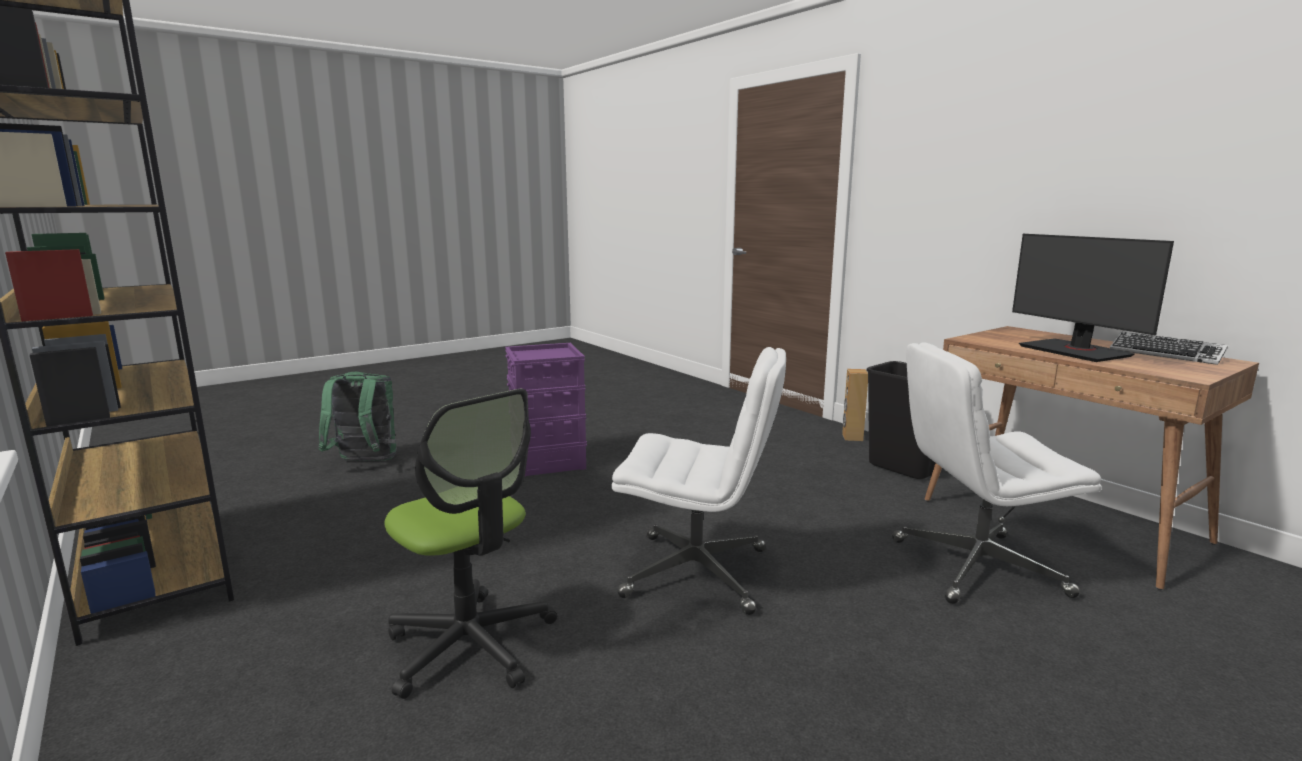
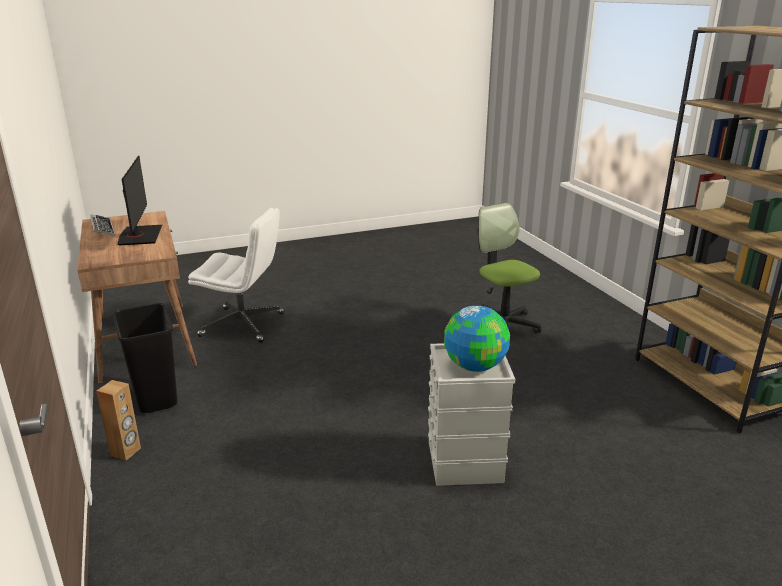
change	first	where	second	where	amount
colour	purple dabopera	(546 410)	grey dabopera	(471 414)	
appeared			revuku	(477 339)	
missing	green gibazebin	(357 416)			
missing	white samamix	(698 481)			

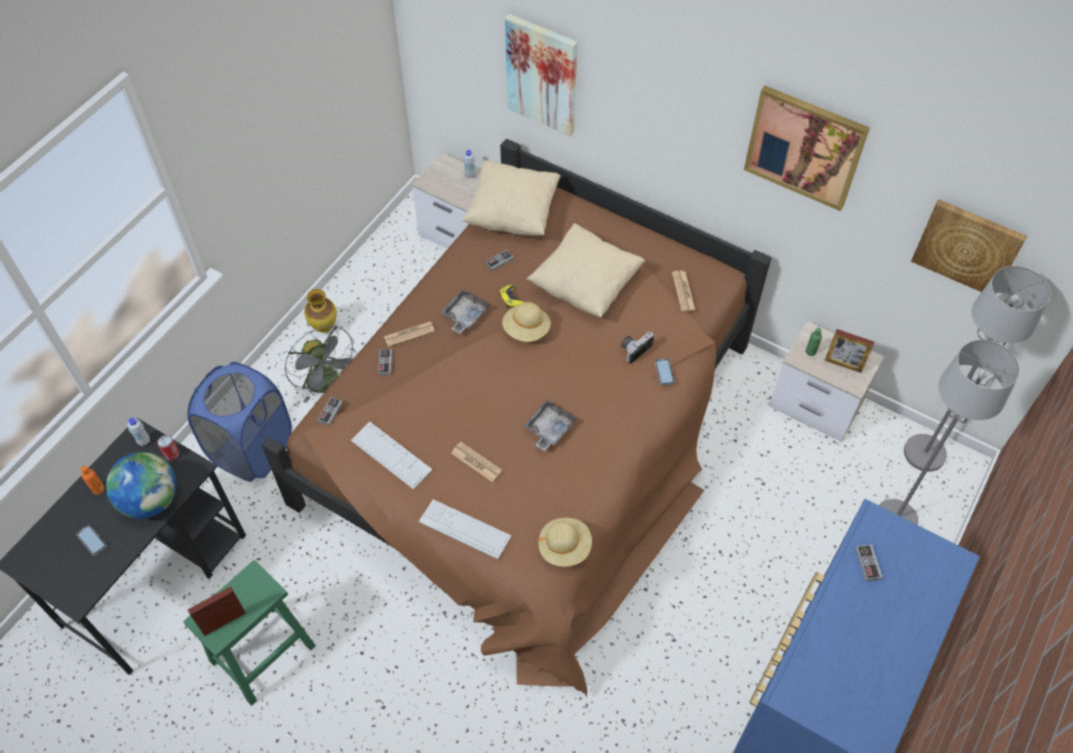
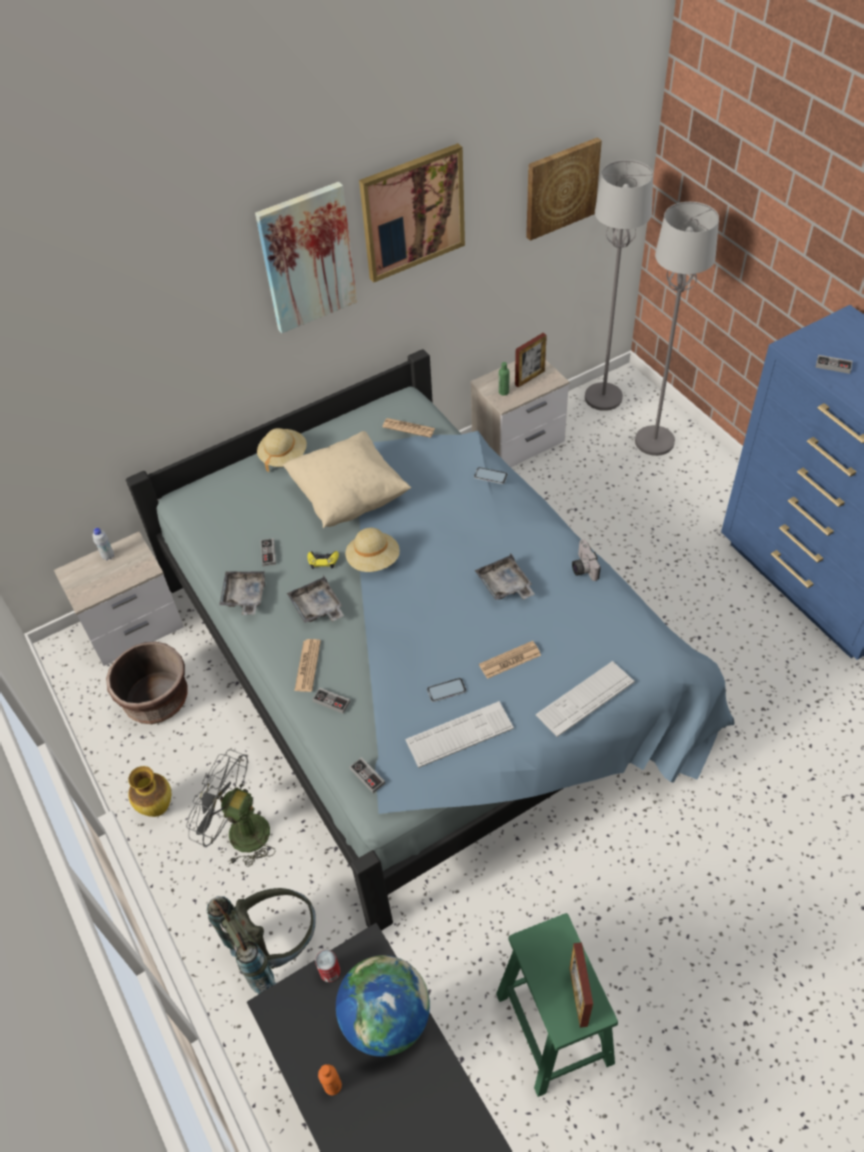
change	first	where	second	where	amount
appeared			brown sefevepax	(147 683)	
colour	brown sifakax	(516 418)	blue sifakax	(430 640)	
spun	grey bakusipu	(320 364)		(230 808)	150 degrees counterclockwise
exchanged	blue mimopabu	(240 422)	grey gibazebin	(261 941)	
appeared			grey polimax	(242 593)	
relocated	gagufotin	(541 75)		(306 257)	
relocated	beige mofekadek	(565 542)		(282 449)	
relocated	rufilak	(91 540)		(446 690)	
relocated	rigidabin	(637 348)		(586 560)	
missing	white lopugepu	(138 432)			
missing	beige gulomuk	(511 198)			

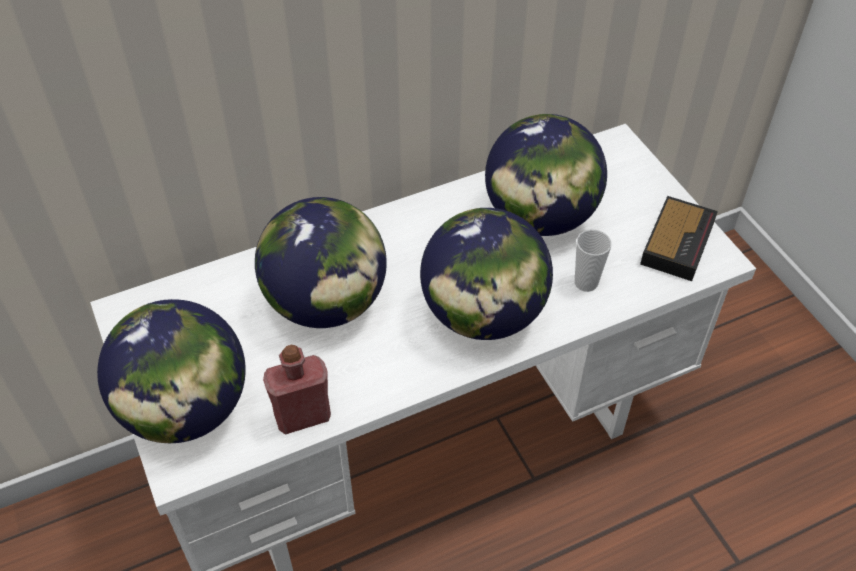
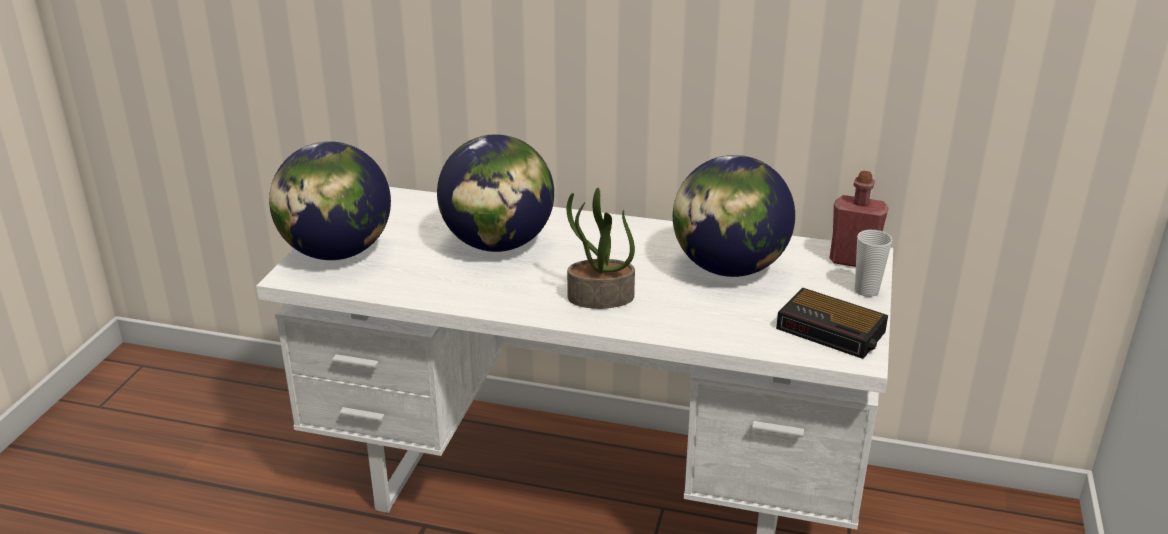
change	first	where	second	where	amount
exchanged	revuku	(486 274)	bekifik	(600 248)	
spun	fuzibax	(679 238)		(832 323)	60 degrees clockwise
relocated	red lopugepu	(297 390)		(859 219)	
relocated	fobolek	(593 260)		(873 263)	

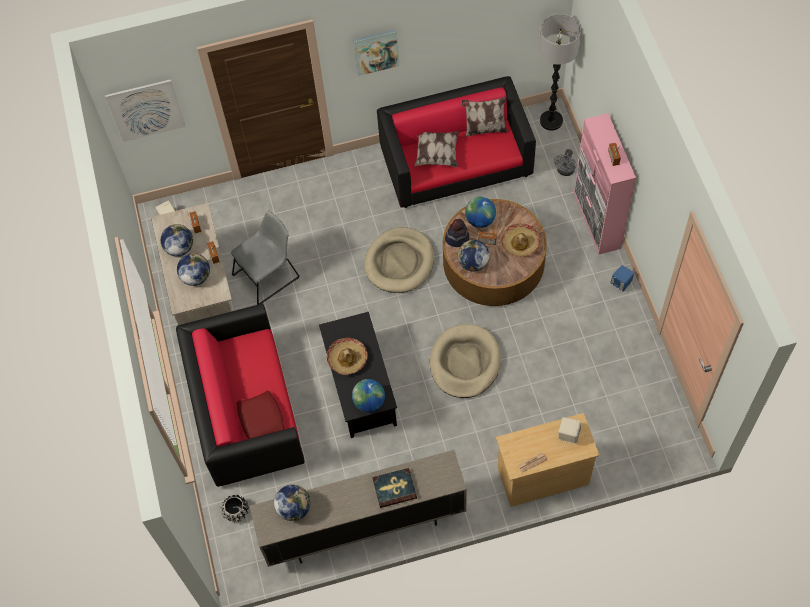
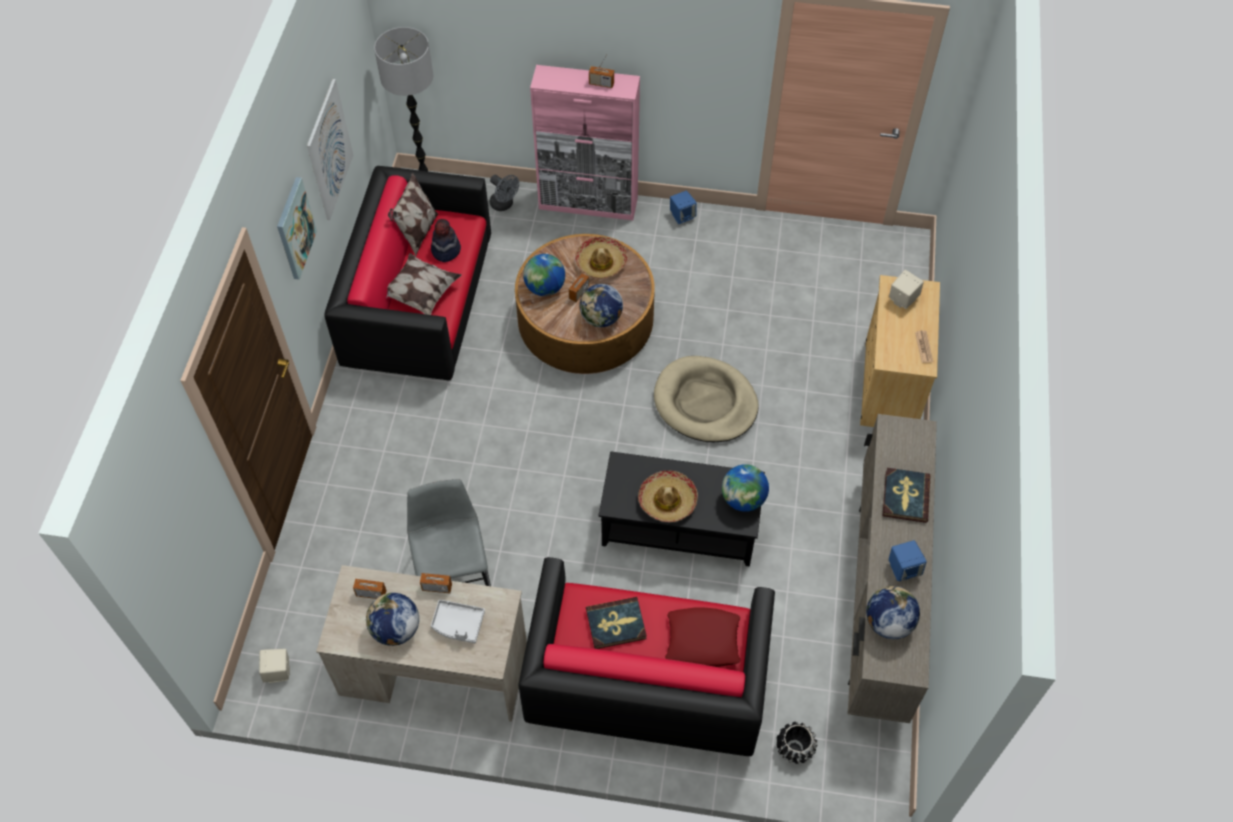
change	first	where	second	where	amount
relocated	gagufotin	(145 110)		(330 149)	
relocated	mofekadek	(457 233)		(446 240)	
exchanged	revuku	(193 269)	grey polimax	(458 621)	
appeared			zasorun	(616 623)	
appeared			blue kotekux	(908 561)	
missing	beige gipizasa	(399 260)			

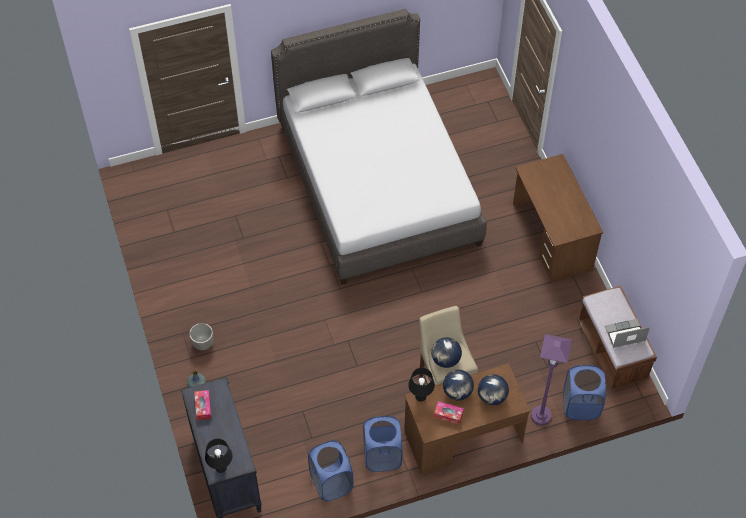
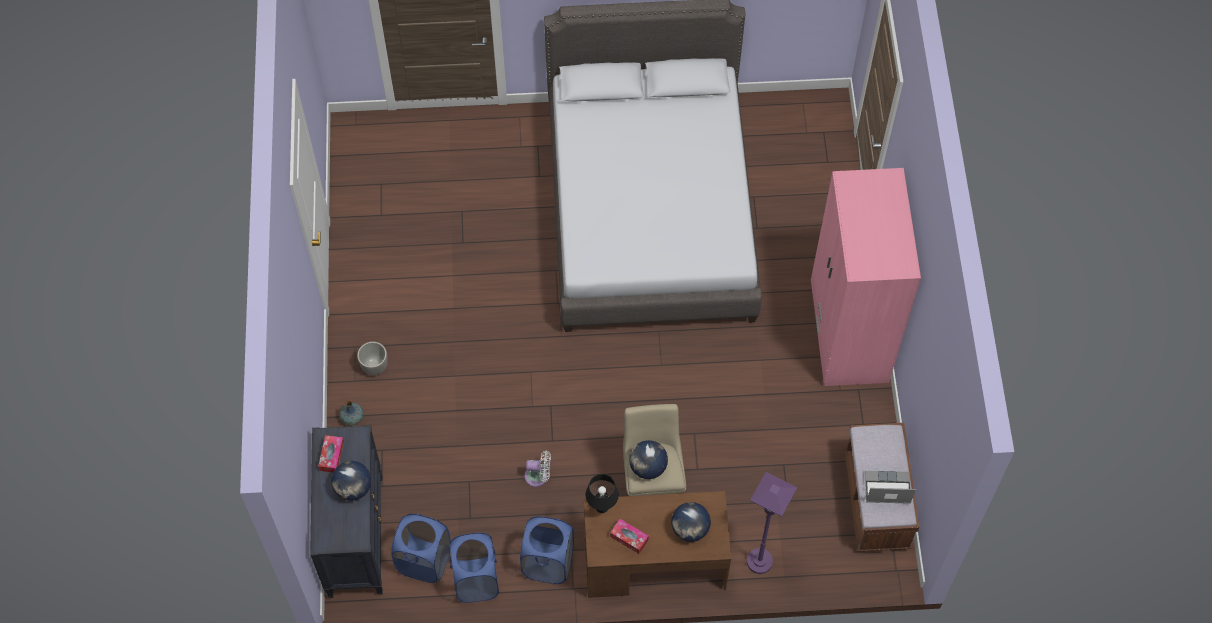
change	first	where	second	where	amount
relocated	revuku	(458 385)		(351 481)	
relocated	blue mimopabu	(584 392)		(421 548)	
appeared			white bakusipu	(537 469)	
exchanged	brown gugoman	(558 218)	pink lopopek	(866 277)	
missing	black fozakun	(219 456)			

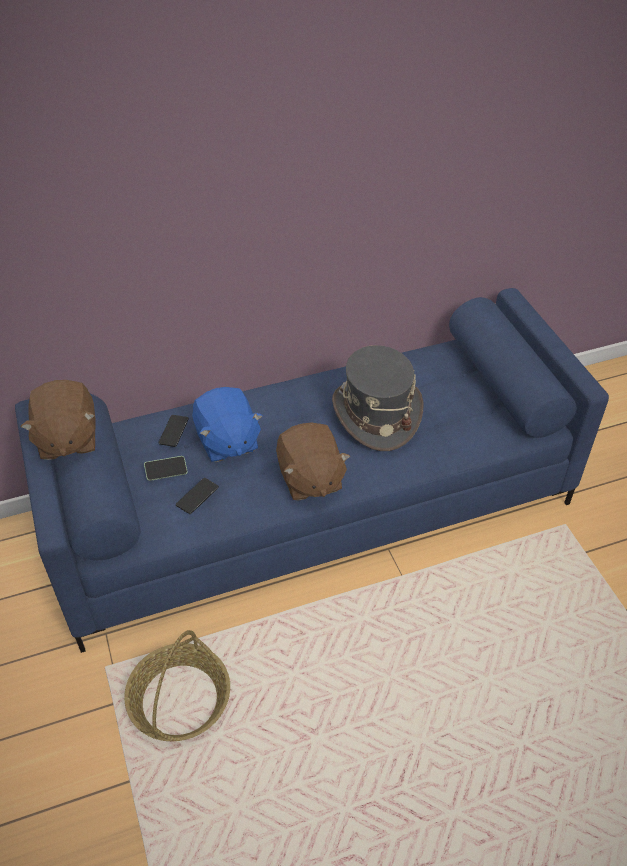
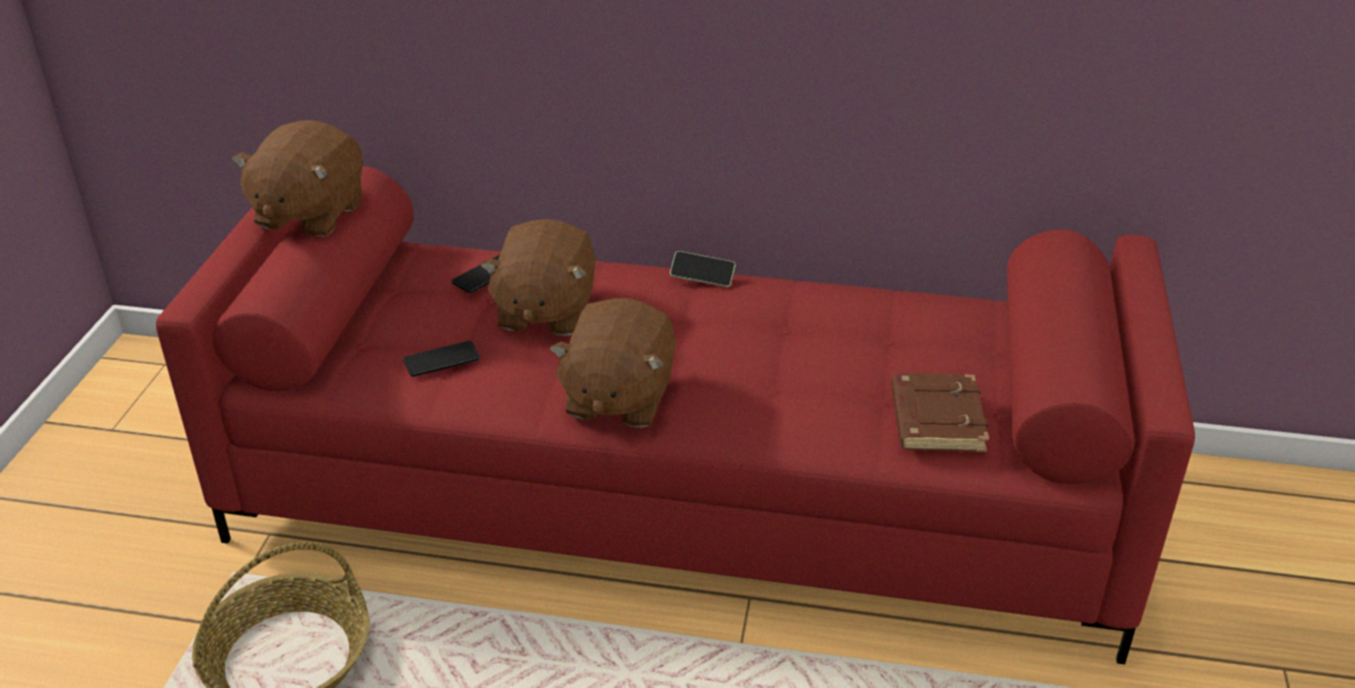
change	first	where	second	where	amount
colour	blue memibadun	(312 470)	red memibadun	(675 415)	
colour	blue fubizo	(227 424)	brown fubizo	(538 277)	
relocated	rufilak	(166 468)		(702 269)	
appeared			brown zasorun	(940 412)	
missing	grey mofekadek	(377 398)			

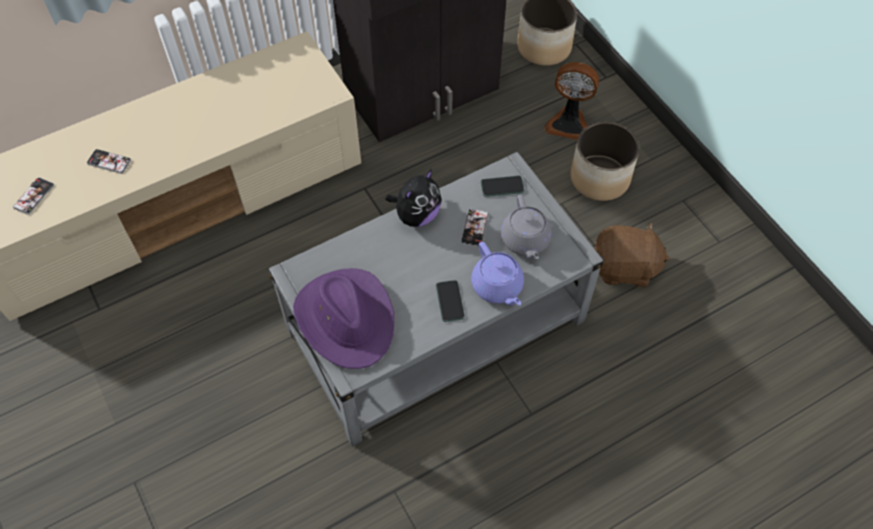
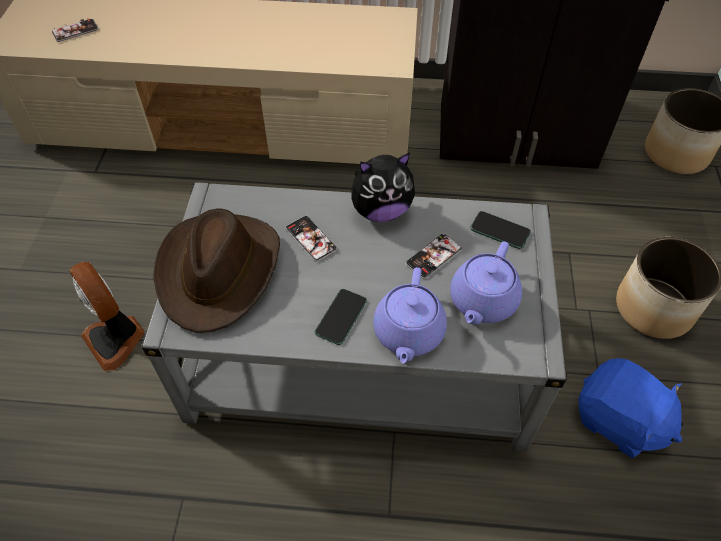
change	first	where	second	where	amount
relocated	bakusipu	(571 101)		(106 316)	
colour	purple mofekadek	(343 318)	brown mofekadek	(216 271)	
relocated	rufilak	(109 161)		(311 239)	
colour	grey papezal	(526 226)	purple papezal	(486 283)	
colour	brown fubizo	(632 254)	blue fubizo	(631 408)	

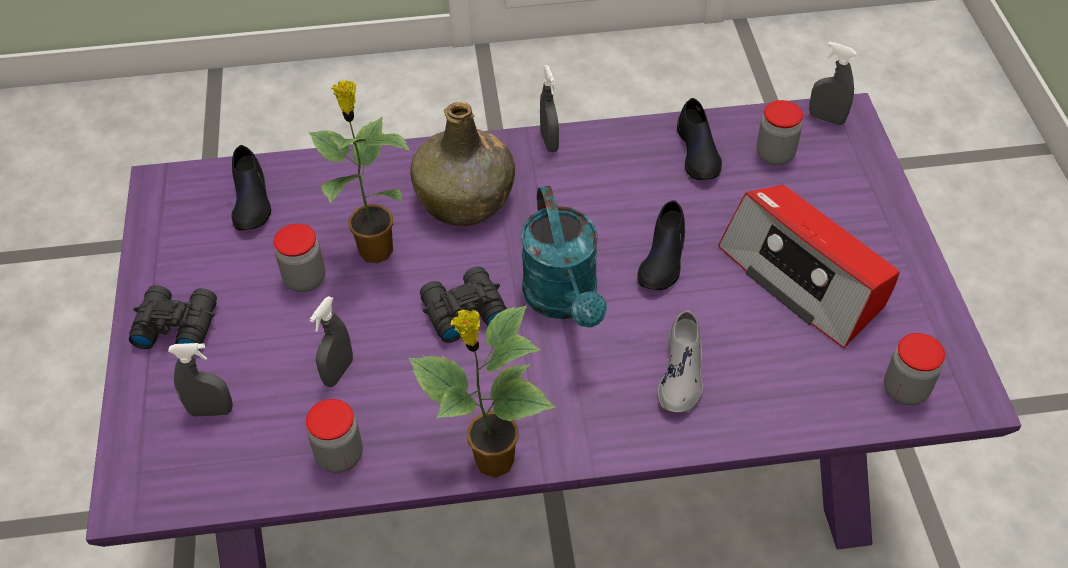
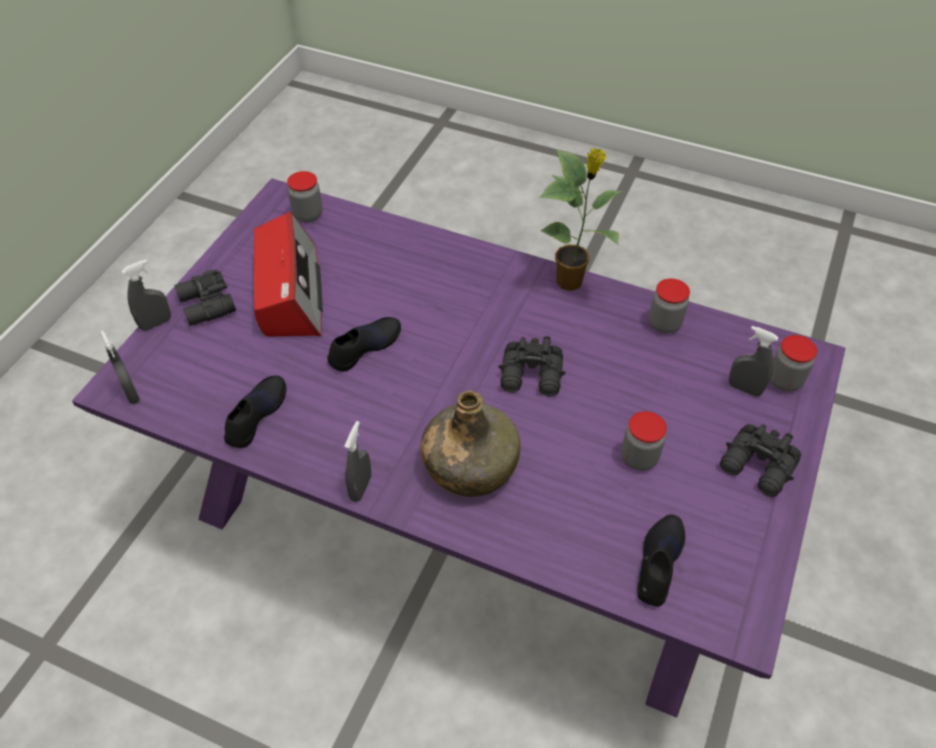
change	first	where	second	where	amount
relocated	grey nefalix	(331 341)		(146 295)	
appeared			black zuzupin	(205 298)	
relocated	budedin	(779 132)		(793 363)	
missing	bekifik	(360 171)			
missing	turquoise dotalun	(564 257)			
missing	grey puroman	(680 361)			

